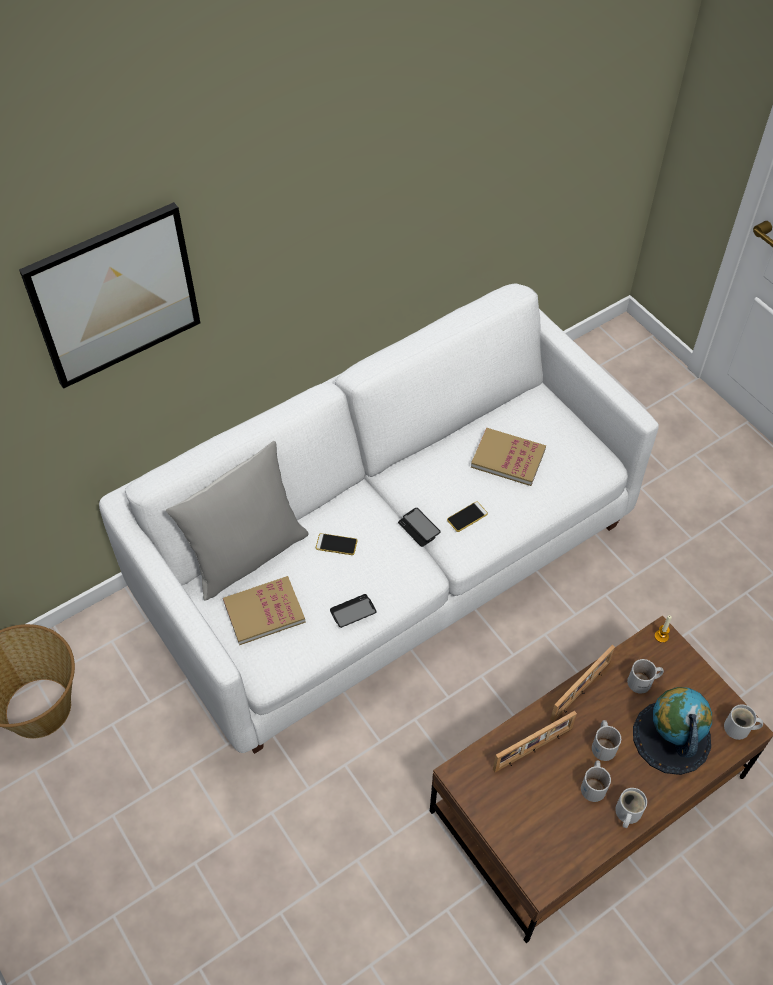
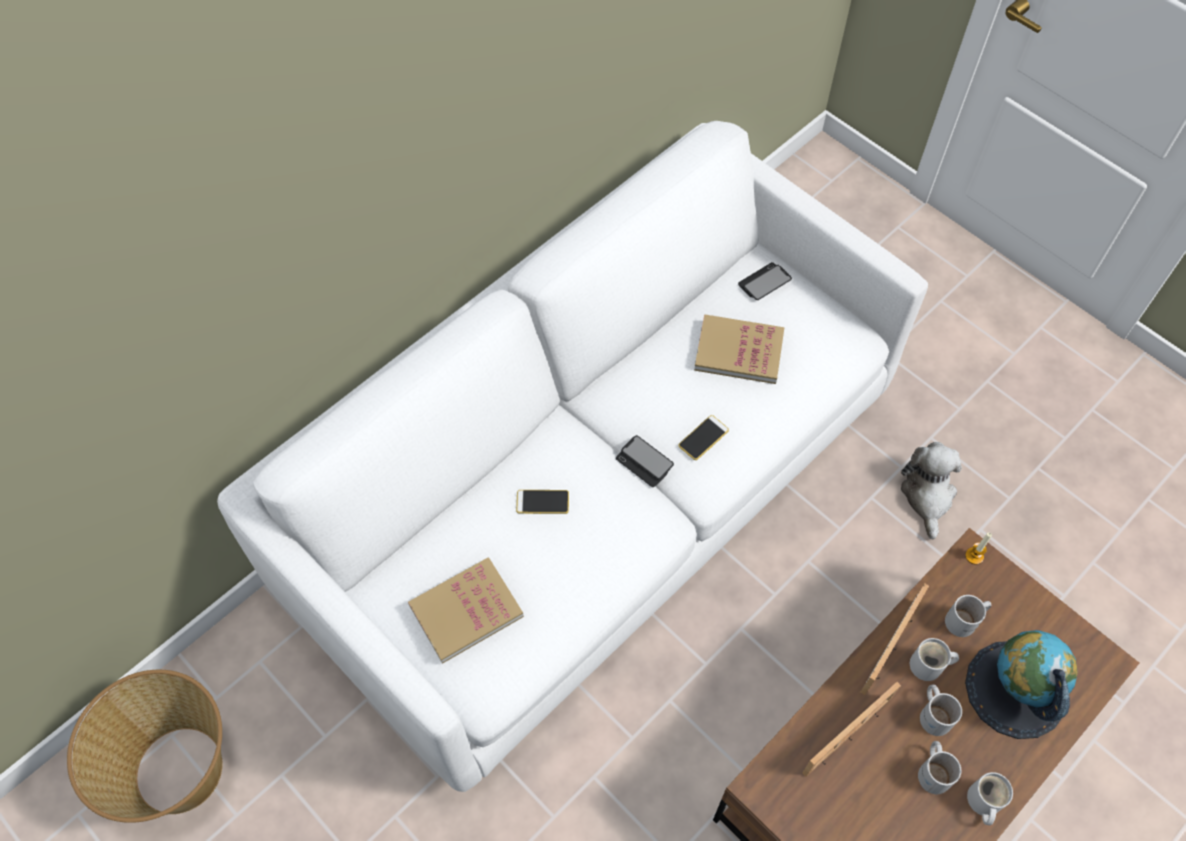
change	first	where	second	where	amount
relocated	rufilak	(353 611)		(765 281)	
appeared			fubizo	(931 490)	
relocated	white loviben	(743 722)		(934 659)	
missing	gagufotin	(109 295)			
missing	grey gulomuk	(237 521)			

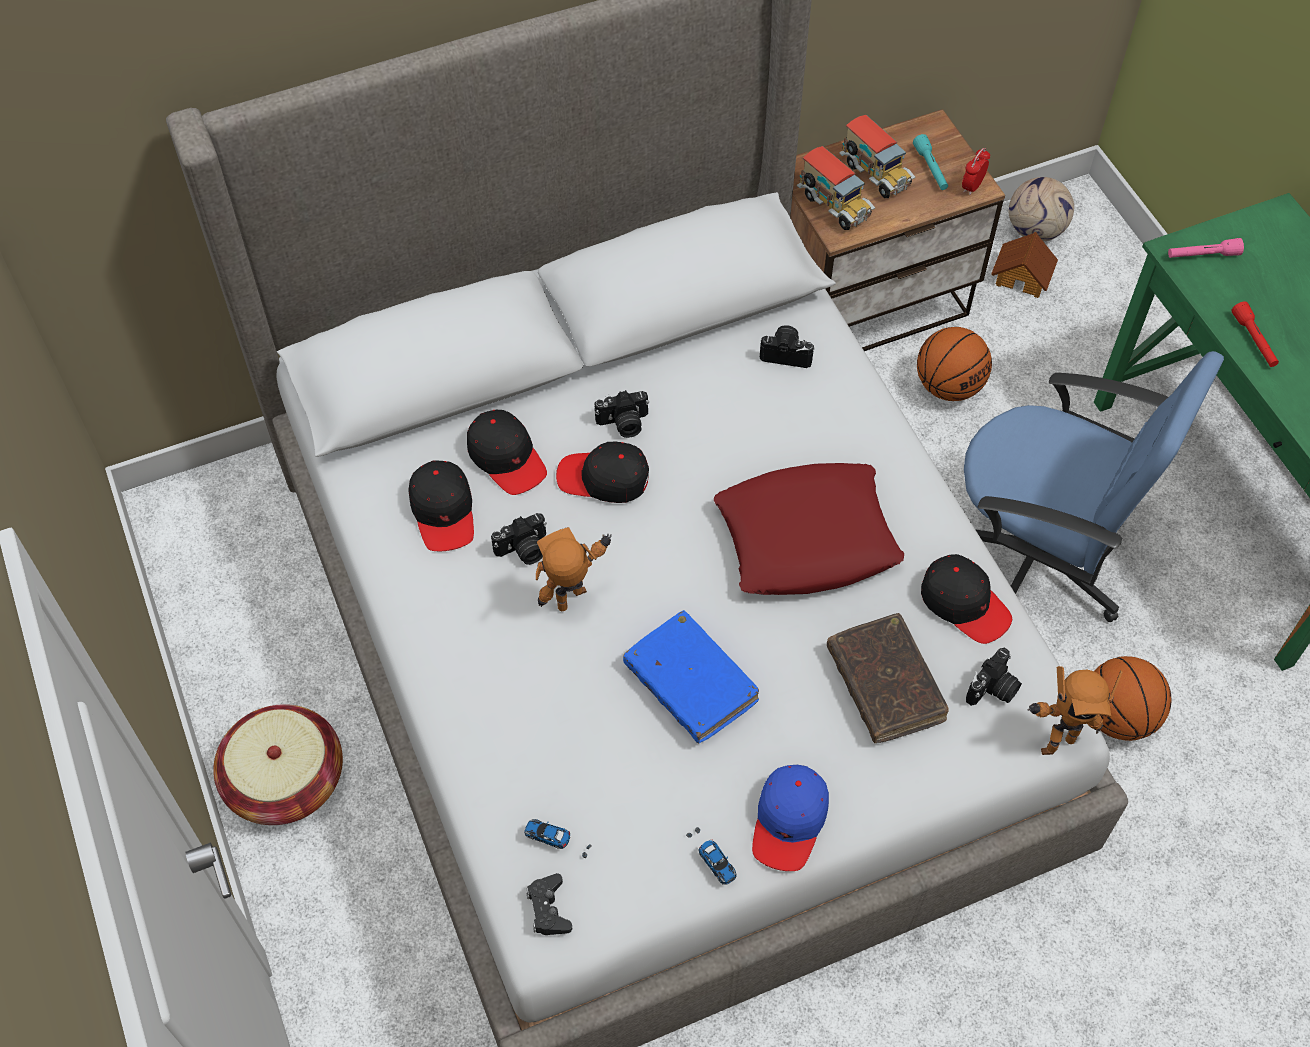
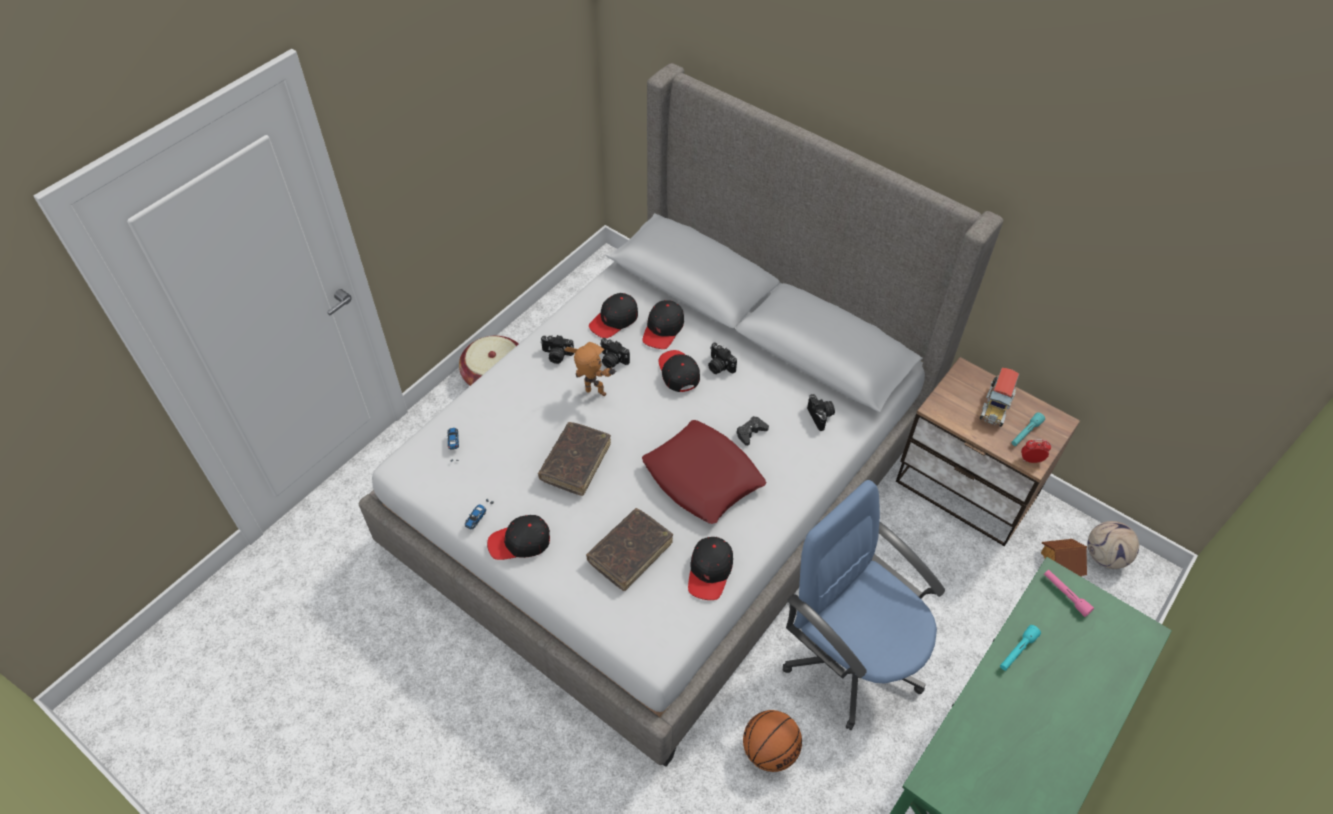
change	first	where	second	where	amount
colour	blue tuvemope	(790 818)	black tuvemope	(518 537)	
colour	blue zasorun	(691 677)	brown zasorun	(574 459)	
relocated	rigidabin	(994 677)		(557 349)	
relocated	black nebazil	(549 904)		(752 431)	
spun	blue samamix	(1094 486)		(864 605)	135 degrees clockwise
colour	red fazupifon	(1255 334)	turquoise fazupifon	(1020 648)	
missing	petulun	(836 188)			
missing	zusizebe	(954 364)			
missing	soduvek	(1075 710)			

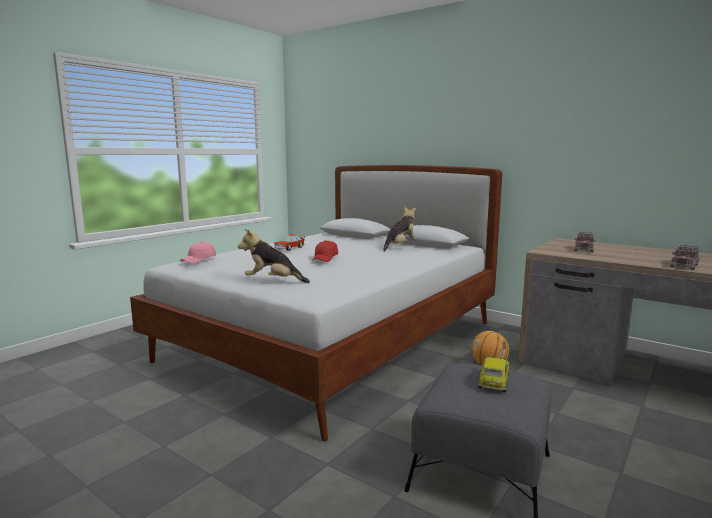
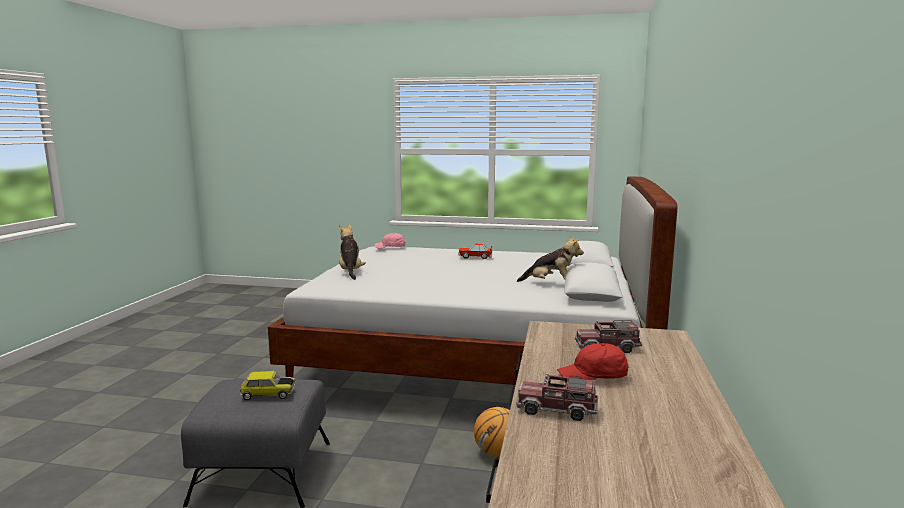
change	first	where	second	where	amount
relocated	red tuvemope	(325 251)		(593 361)	

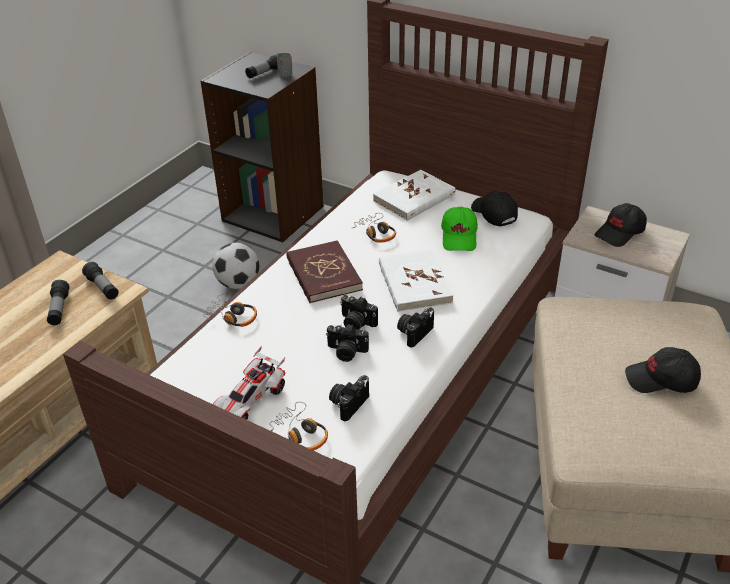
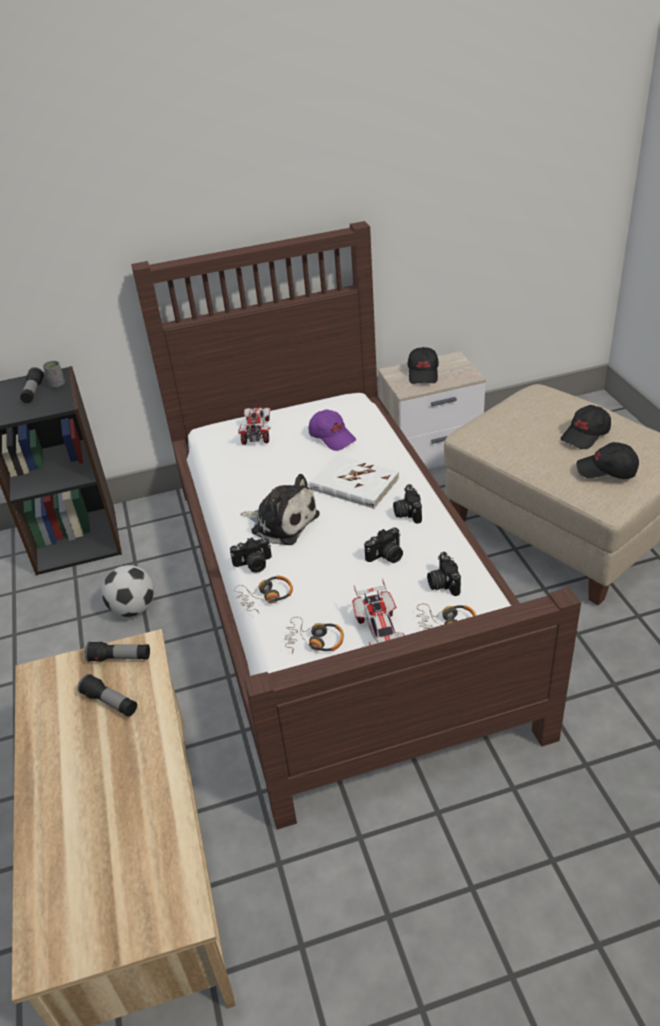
change	first	where	second	where	amount
relocated	rigidabin	(359 312)		(251 555)	
exchanged	white zasorun	(414 195)	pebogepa	(254 426)	
exchanged	red zasorun	(325 271)	fubizo	(280 509)	
relocated	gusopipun	(374 228)		(314 635)	
colour	green tuvemope	(459 229)	purple tuvemope	(332 430)	
relocated	black tuvemope	(494 209)		(607 460)	

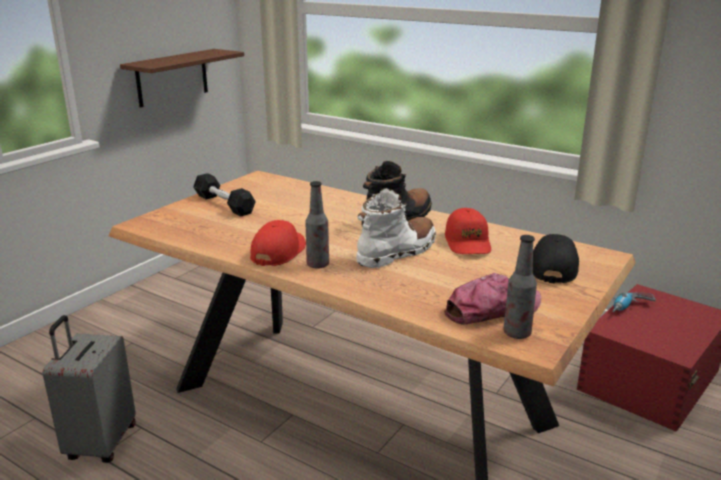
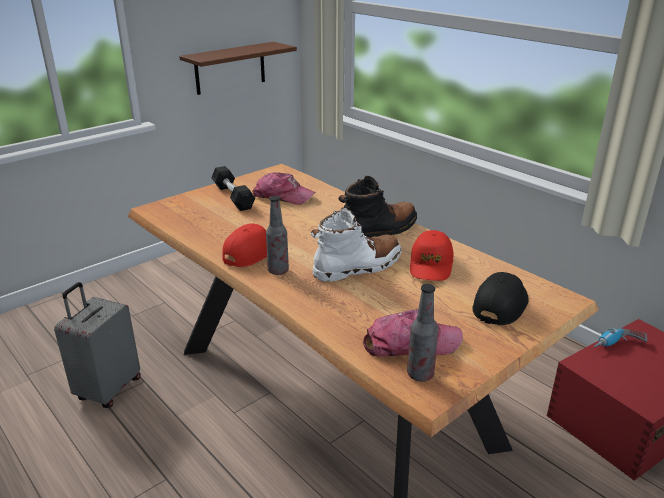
change	first	where	second	where	amount
appeared			tuvemope	(283 188)	

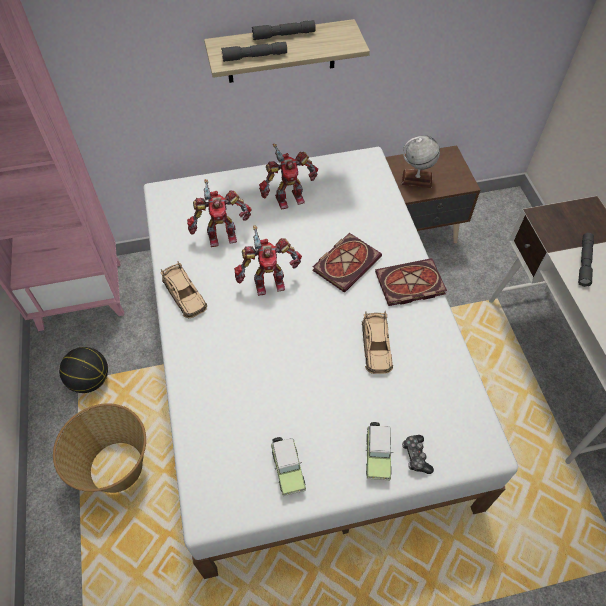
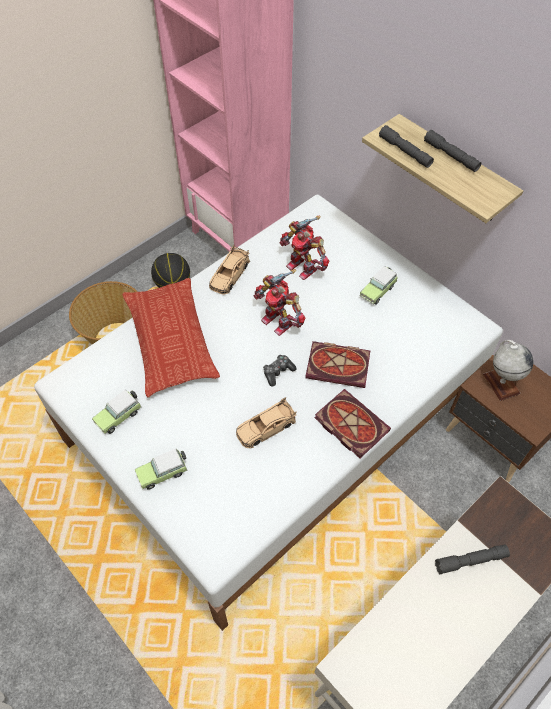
change	first	where	second	where	amount
appeared			gulomuk	(171 337)	
relocated	nebazil	(418 454)		(279 370)	
exchanged	soduvek	(288 177)	pebogepa	(379 285)	

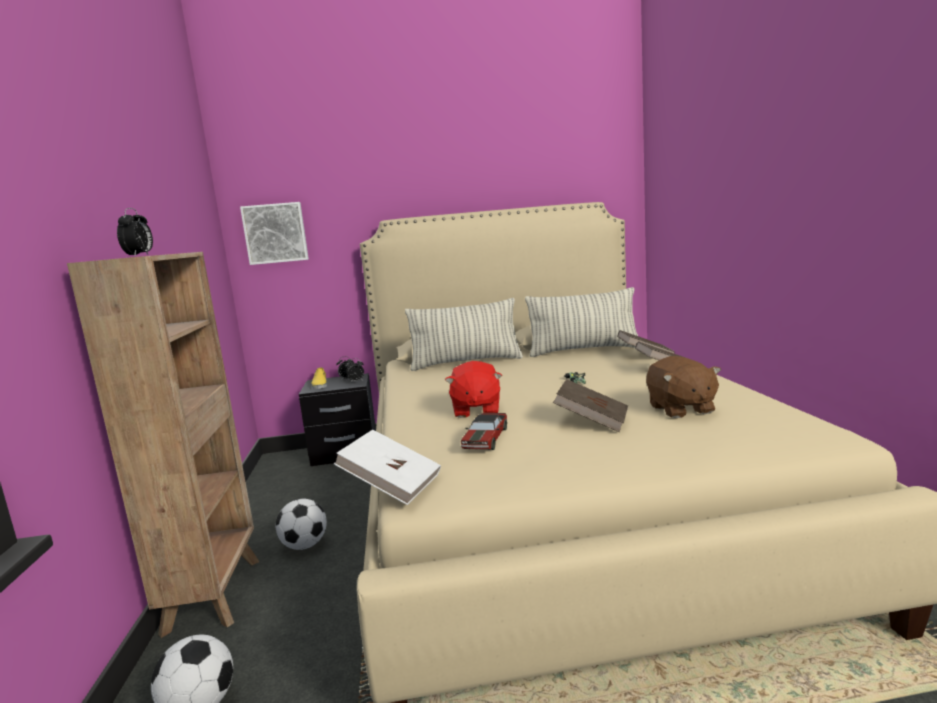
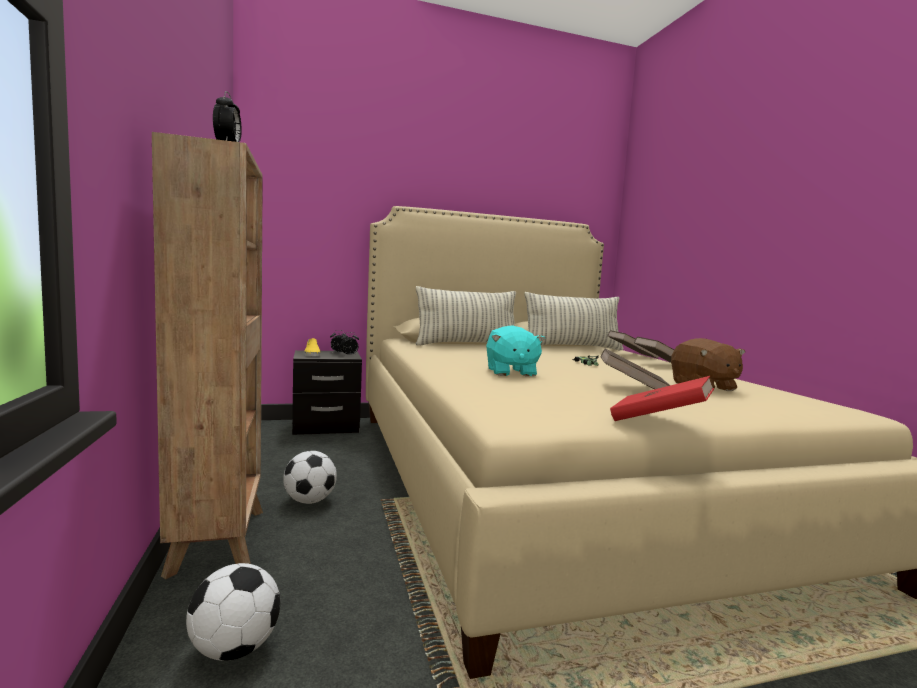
change	first	where	second	where	amount
colour	red fubizo	(473 389)	turquoise fubizo	(515 350)	
appeared			red zasorun	(662 398)	
missing	gagufotin	(274 233)			
missing	white zasorun	(387 467)			
missing	pebogepa	(484 431)			

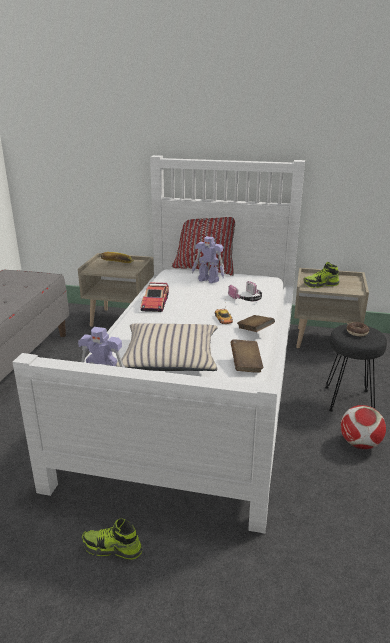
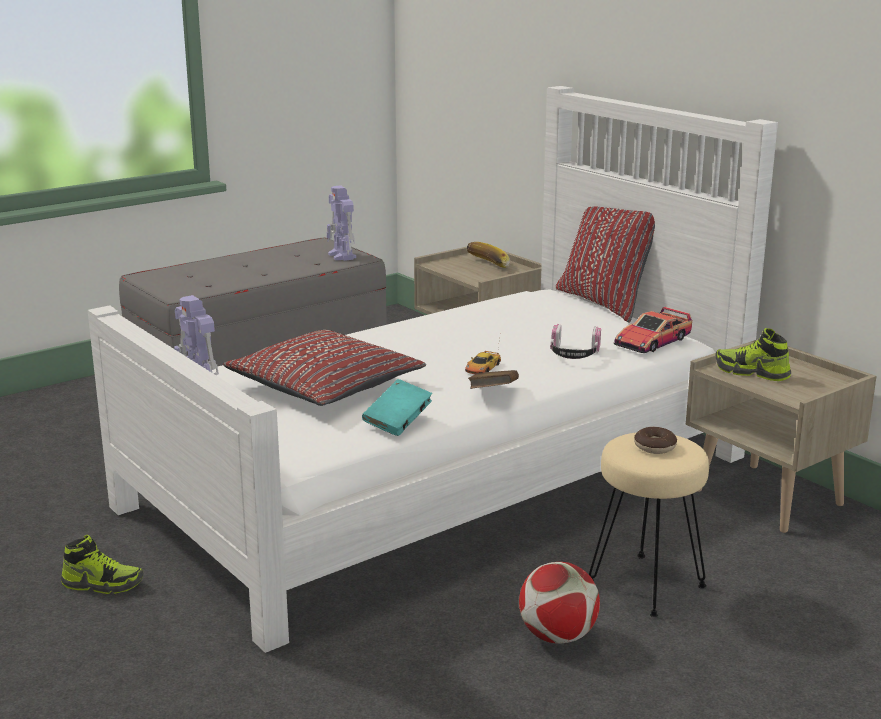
change	first	where	second	where	amount
spun	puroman	(112 539)		(102 564)	135 degrees clockwise
colour	beige gulomuk	(167 347)	red gulomuk	(324 368)	
relocated	soduvek	(208 260)		(341 223)	
colour	brown zasorun	(246 356)	turquoise zasorun	(397 407)	
colour	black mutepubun	(356 368)	beige mutepubun	(649 524)	
relocated	pebogepa	(154 297)		(652 330)	

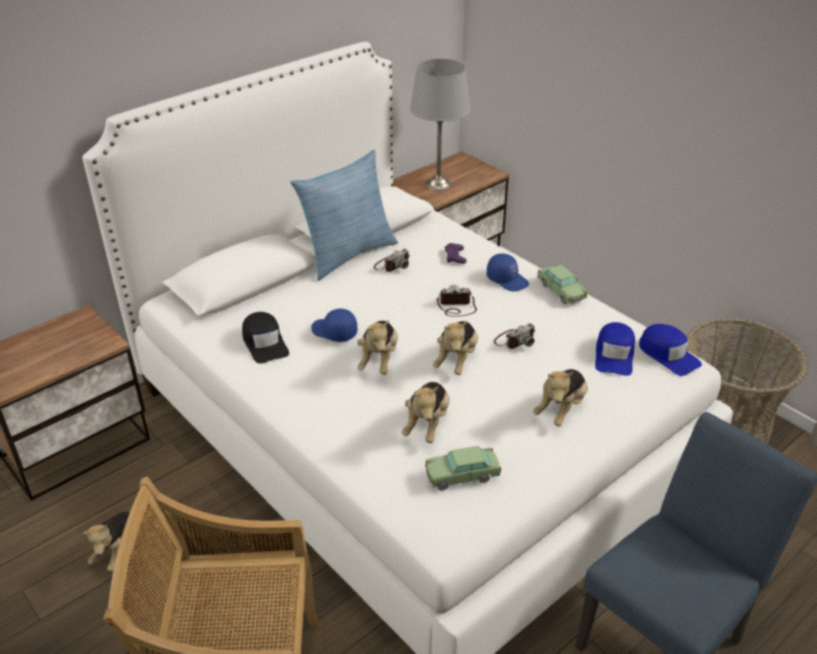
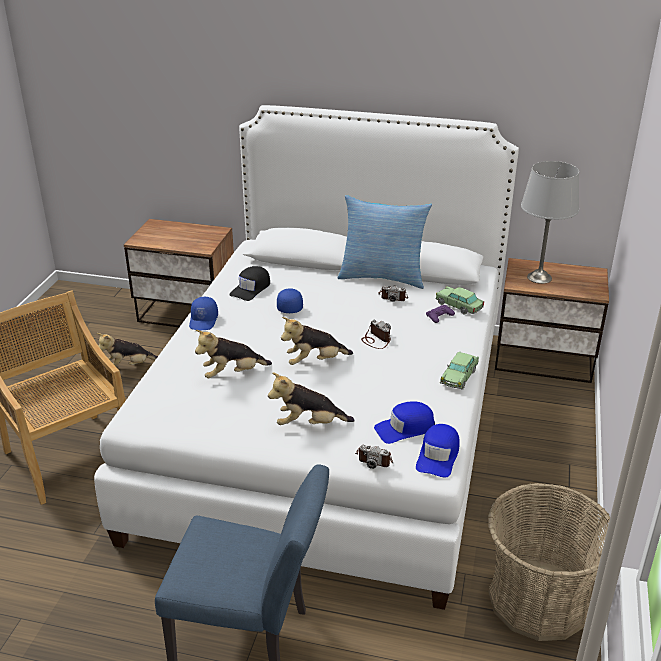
change	first	where	second	where	amount
relocated	blue tuvemope	(508 272)		(203 313)	
relocated	rigidabin	(514 336)		(374 457)	
relocated	pebogepa	(463 468)		(459 301)	
missing	fubizo	(377 347)			

